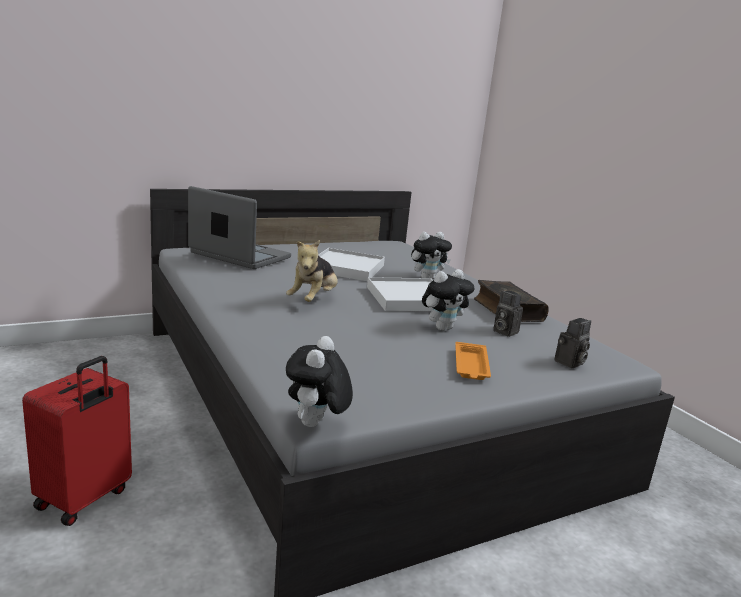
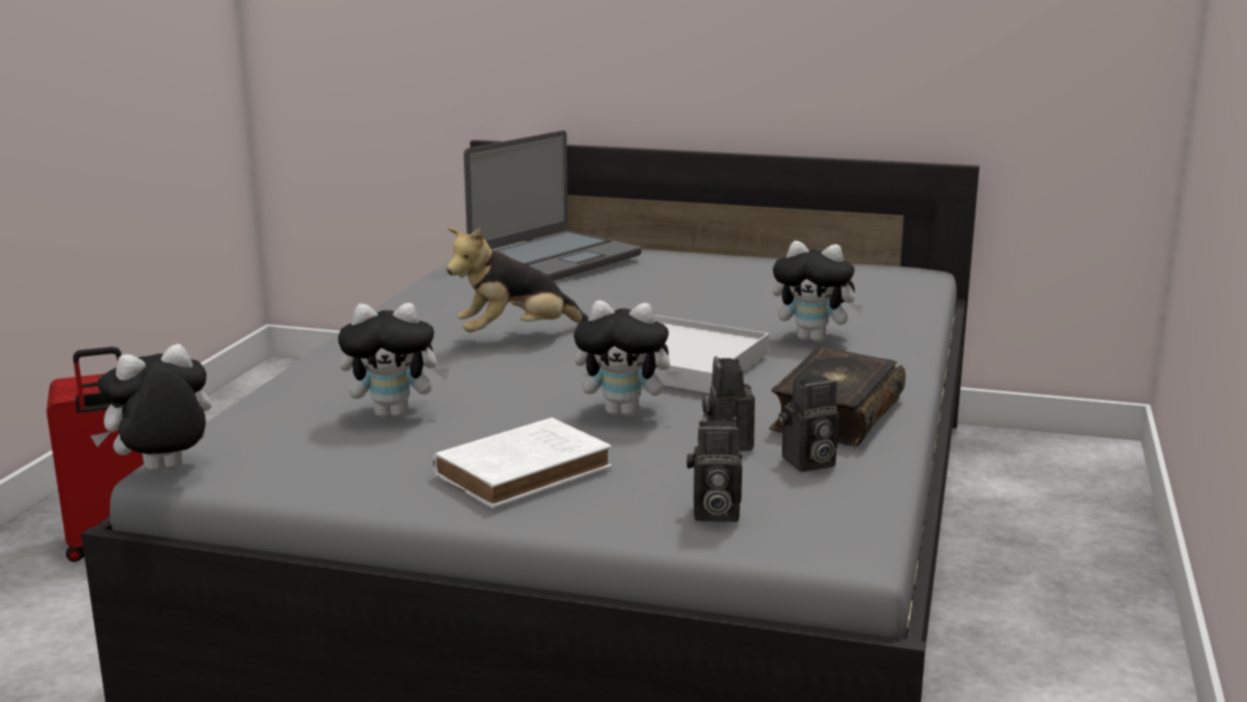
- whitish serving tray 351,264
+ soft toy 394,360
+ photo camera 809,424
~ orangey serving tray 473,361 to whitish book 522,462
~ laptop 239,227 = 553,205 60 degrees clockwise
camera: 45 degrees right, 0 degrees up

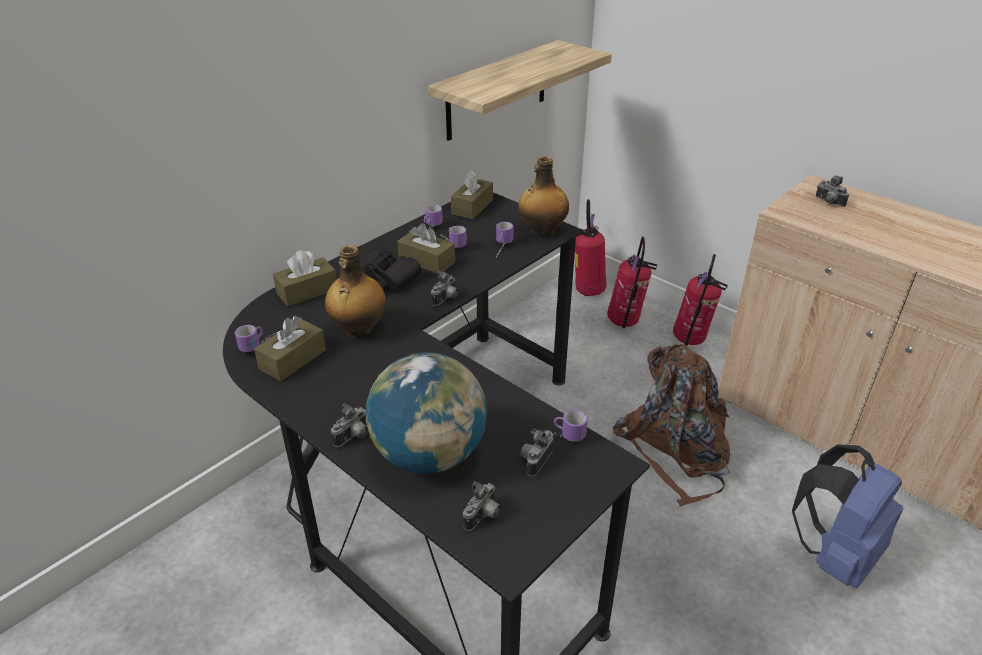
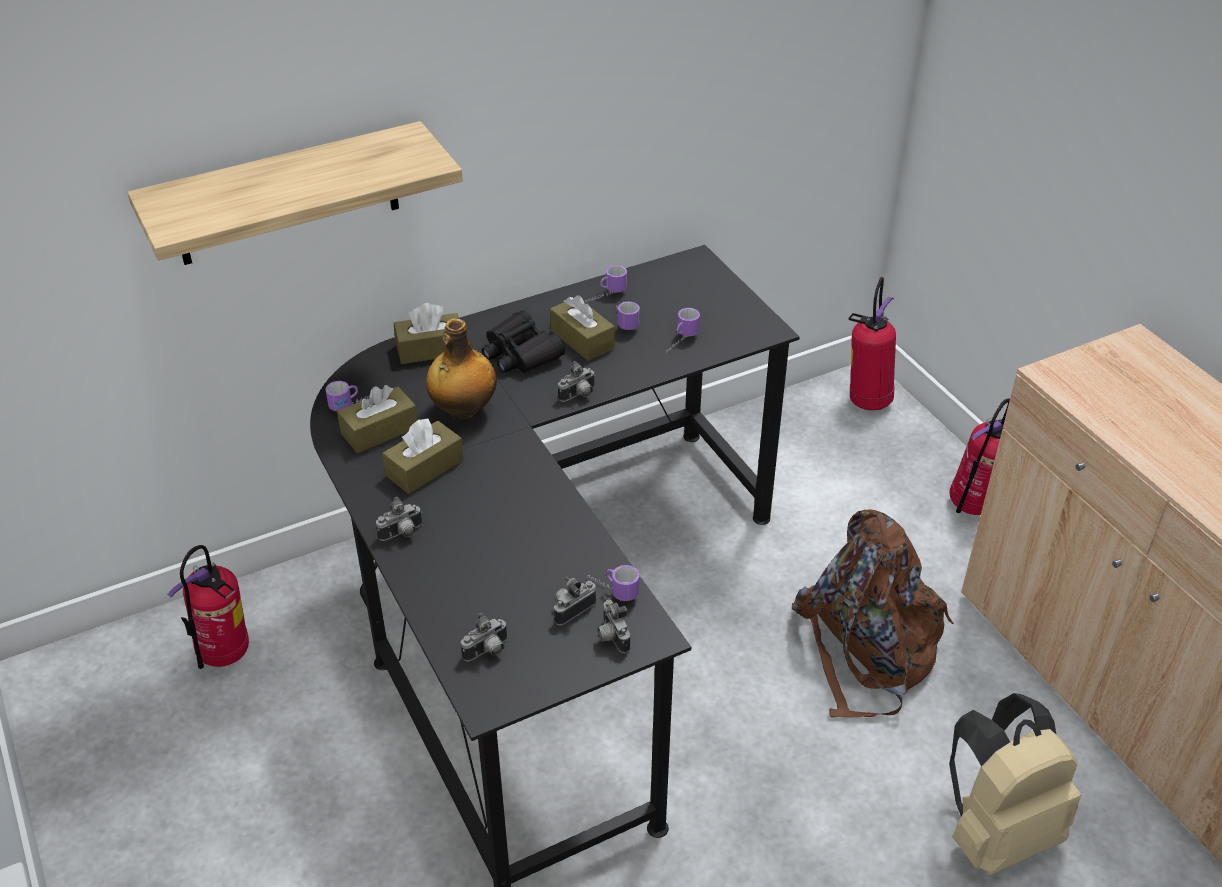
- world globe 426,413
- beverage bottle 543,196
~ bracket shelf 520,90 to 295,193
~ brown tissue box 472,194 to 423,456
~ fire-fighting cylinder 632,282 to 208,607
~ photo camera 832,191 to 613,626
~ bluish backpack 847,516 to beige-coloured backpack 1015,784
camera: 20 degrees right, 5 degrees up

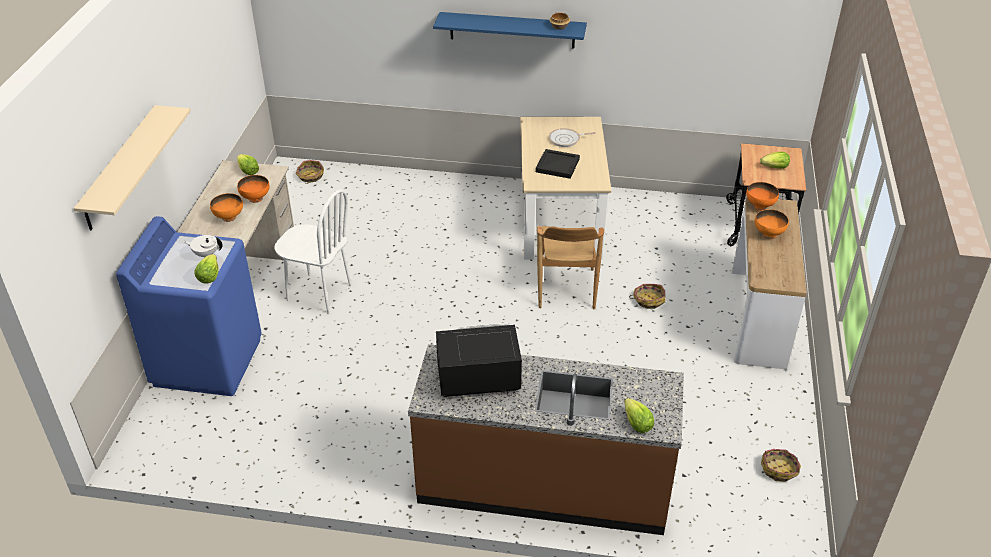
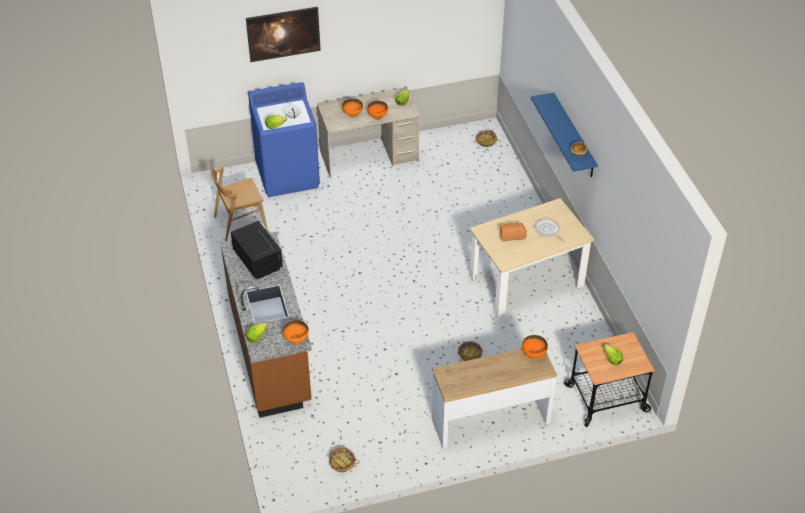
- whitish chair 313,251
~ brown chair 570,267 to 239,204
~ orangey serving bowl 772,224 to 296,332
~ beige-coloured bracket shelf 132,167 to picture 283,34
~ black serving tray 558,164 to bakery bread 513,232
camera: 65 degrees right, 5 degrees up

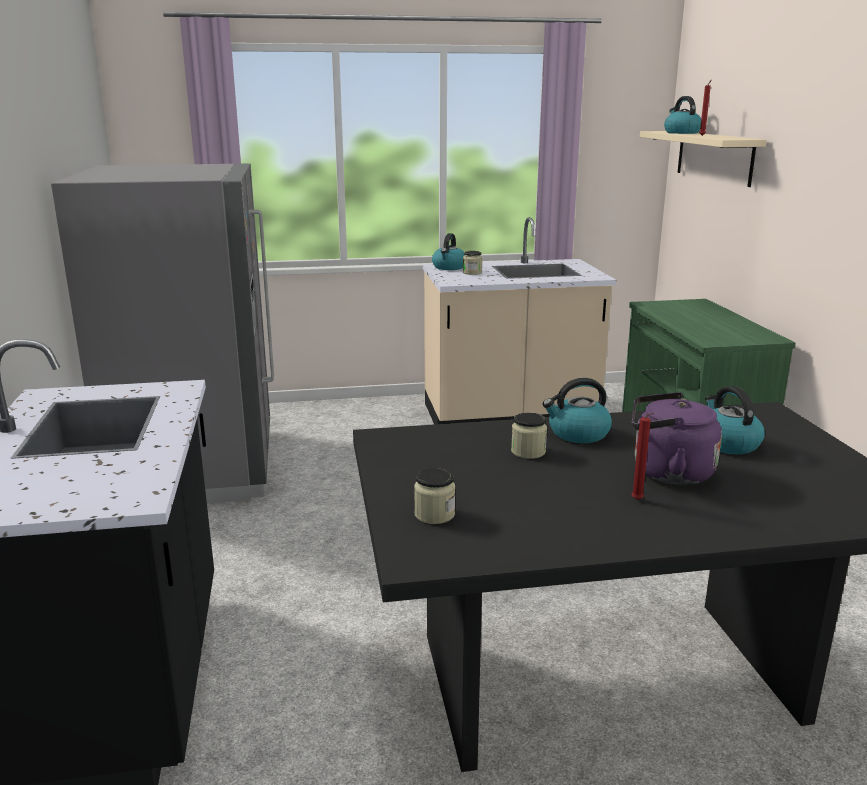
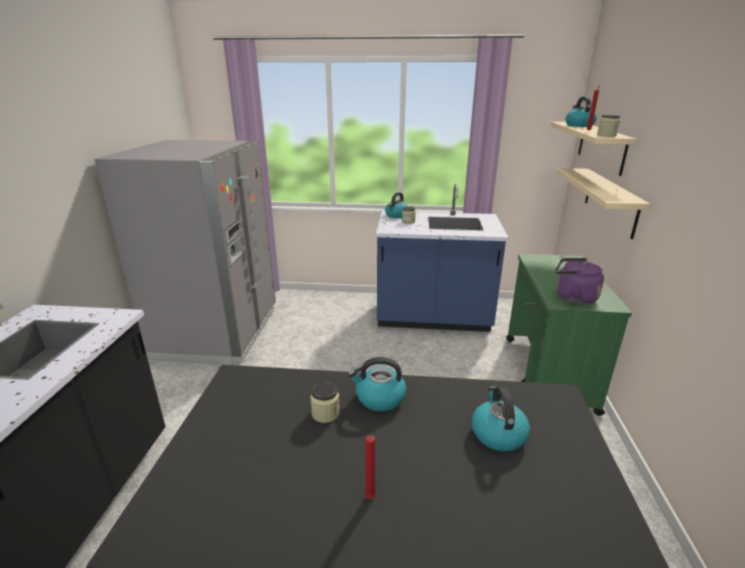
+ beige-coloured bracket shelf 603,203
~ jar 434,496 to 608,125
~ purple-coloured tea kettle 677,438 to 580,281
~ beige-coloured kitchen counter 520,320 to bluish kitchen counter 442,258
camera: 15 degrees right, 5 degrees up

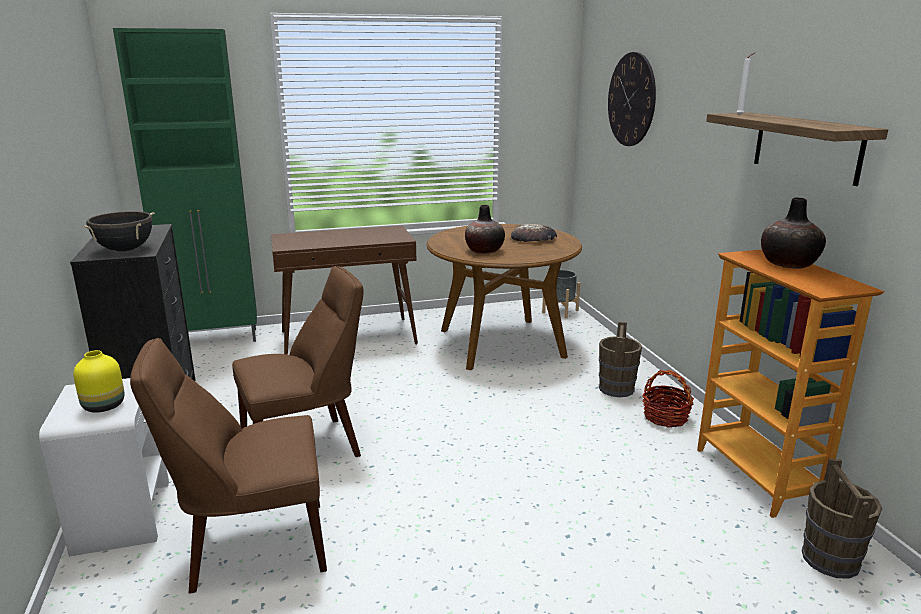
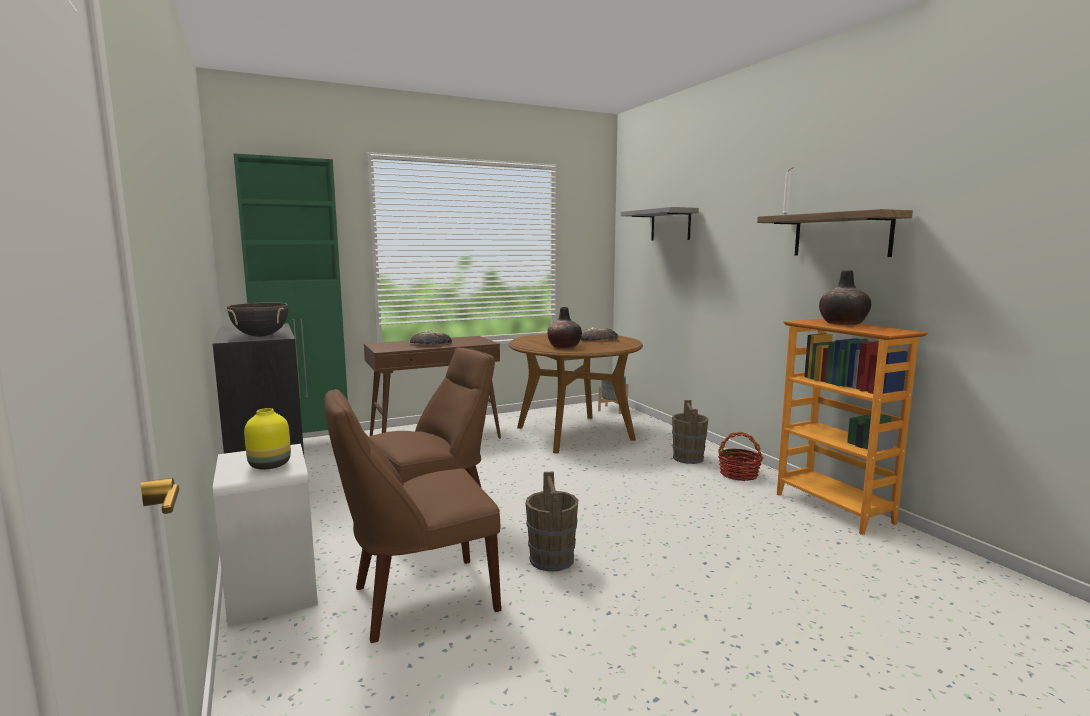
+ bakery bread 431,337
~ brown pail 842,519 to 551,521
~ wall clock 632,99 to greyish bracket shelf 660,223
camera: 10 degrees left, 10 degrees down

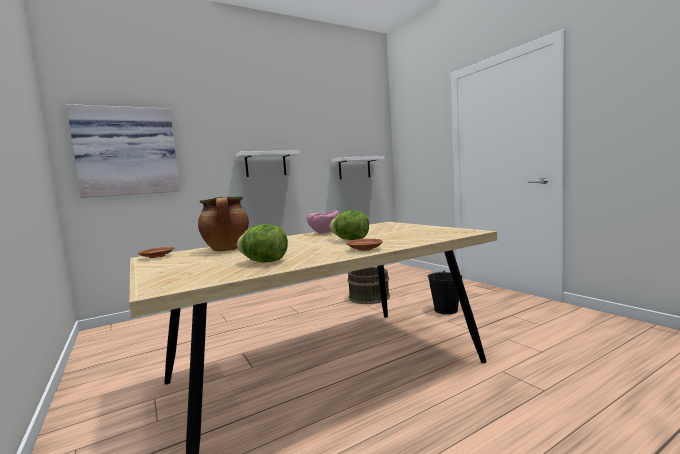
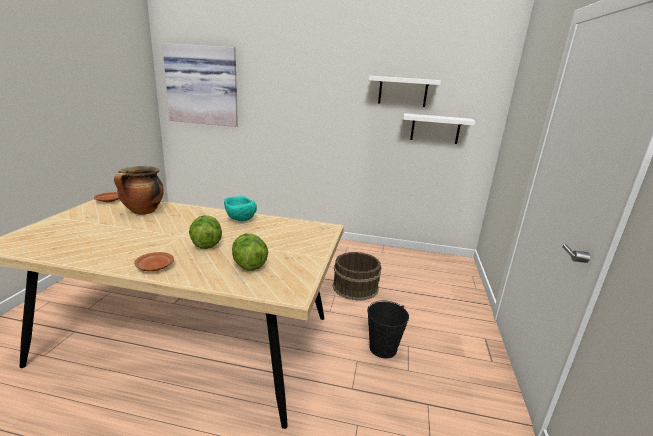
~ whitish bracket shelf 268,163 to 405,91
~ lettuce head 262,243 to 250,252
~ pinkish serving bowl 322,222 to turquoise serving bowl 240,208
camera: 40 degrees right, 15 degrees up

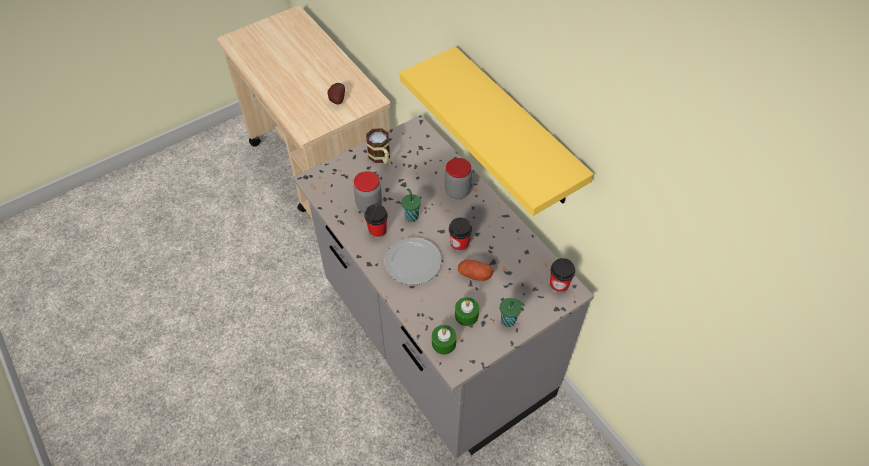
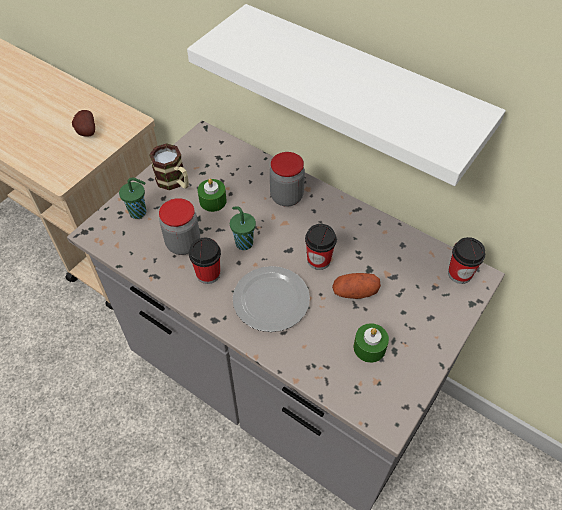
~ green-coloured wax light 444,340 to 212,195
~ green-coloured cup 512,312 to 132,198
~ yellow bracket shelf 497,131 to whitish bracket shelf 346,95
camera: 20 degrees left, 0 degrees up

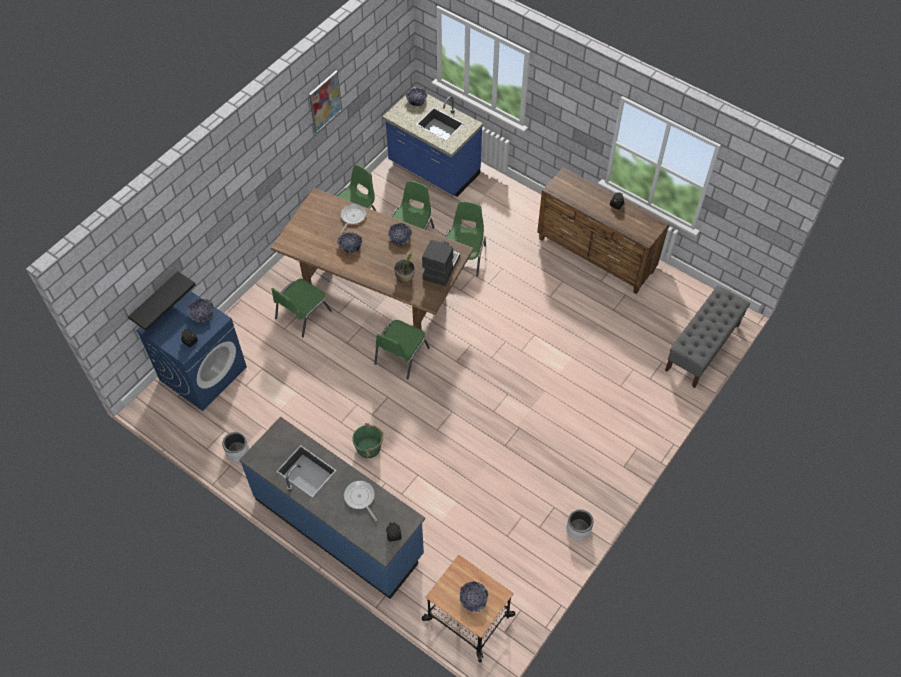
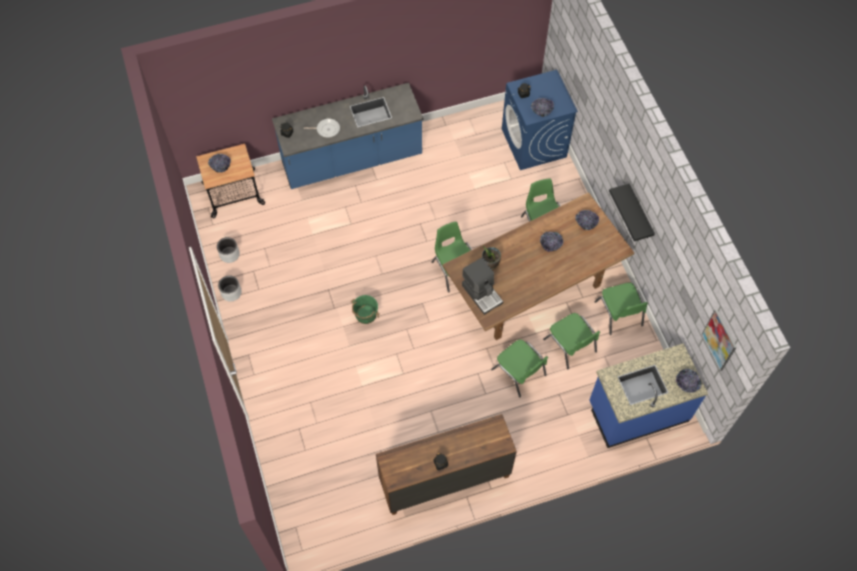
- skillet 353,219
- greyish long seat 707,337
~ black bracket shelf 162,301 to 632,212
~ greyish planter 236,447 to 228,250
~ picture 325,102 to 719,340
~ green-coloured pail 368,441 to 365,309
~ serving bowl 400,234 to 587,220
camera: 125 degrees right, 5 degrees up

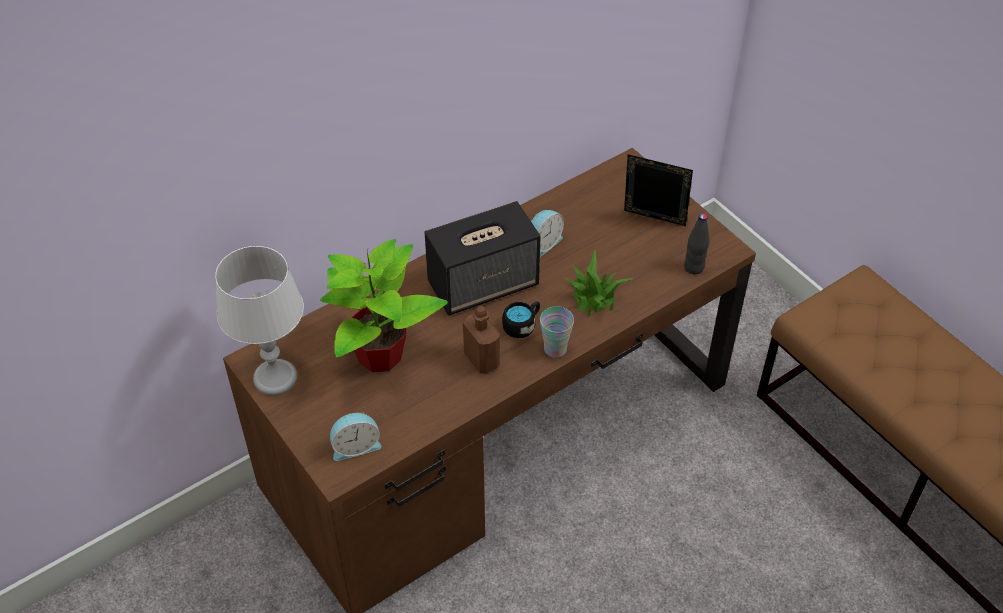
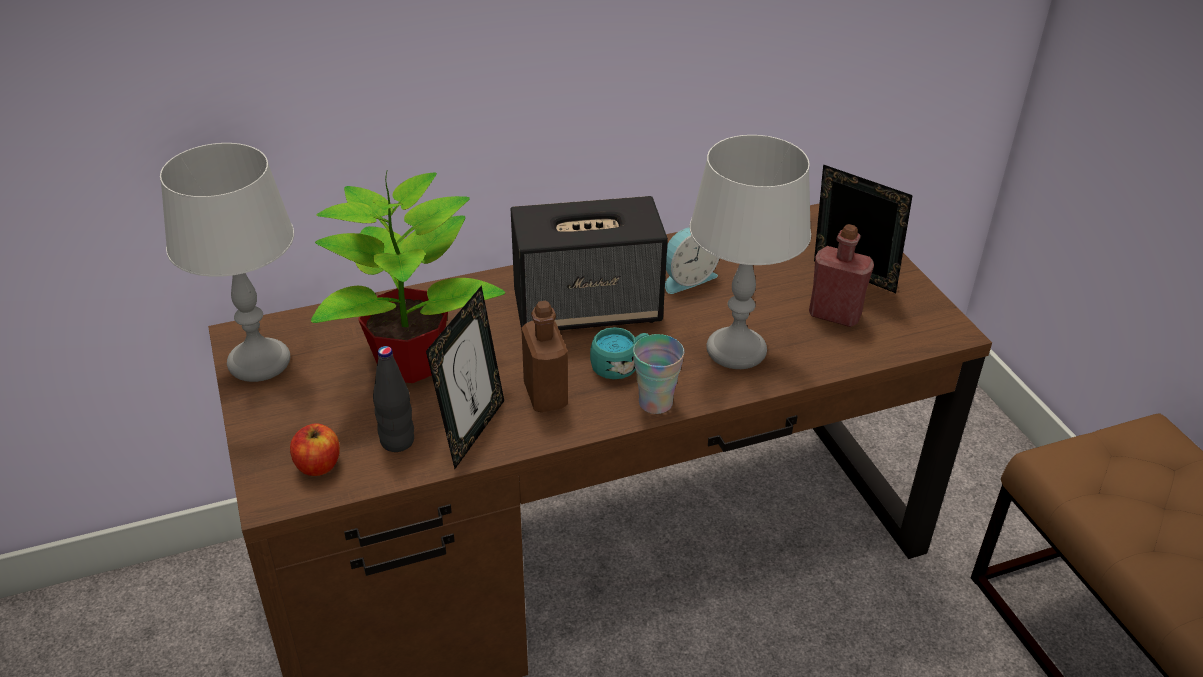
+ picture frame 465,377
+ reddish beverage bottle 841,275
~ black beverage bottle 697,244 to 393,399
~ table clock 356,436 to whole apple 315,450
~ houseplant 599,283 to greyish tabletop lamp 750,252
~ black coffee mug 521,319 to turquoise coffee mug 619,353
camera: 15 degrees right, 10 degrees down

